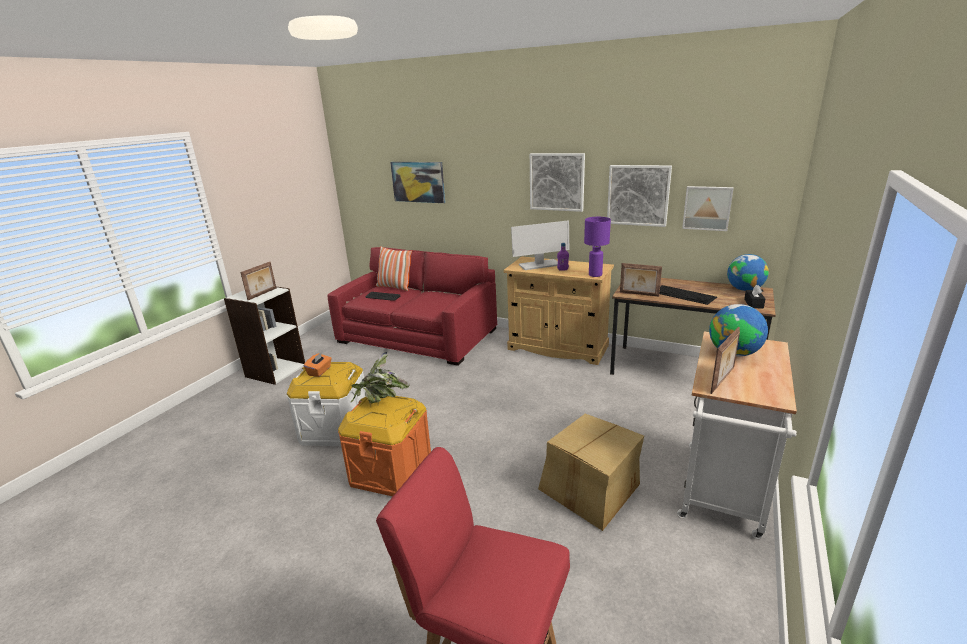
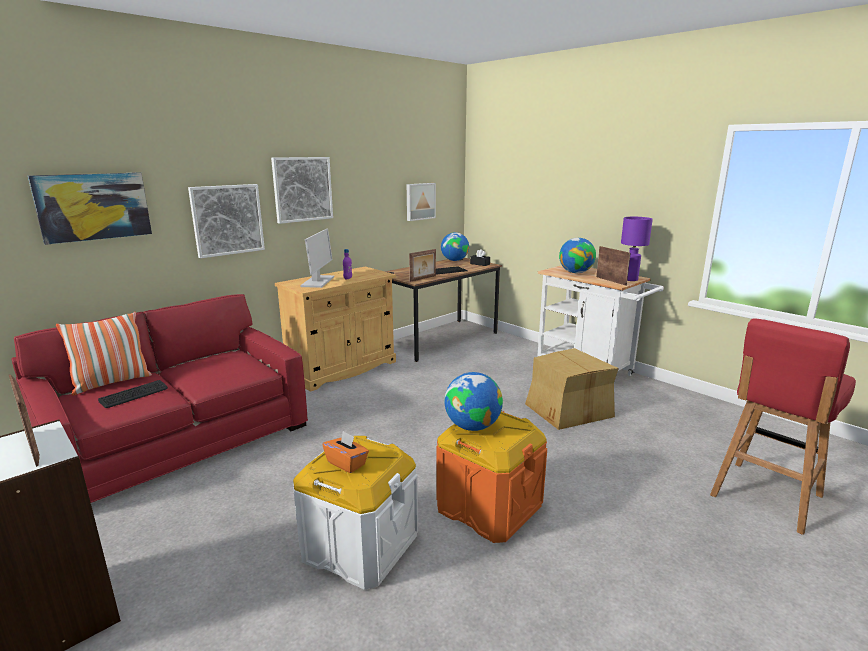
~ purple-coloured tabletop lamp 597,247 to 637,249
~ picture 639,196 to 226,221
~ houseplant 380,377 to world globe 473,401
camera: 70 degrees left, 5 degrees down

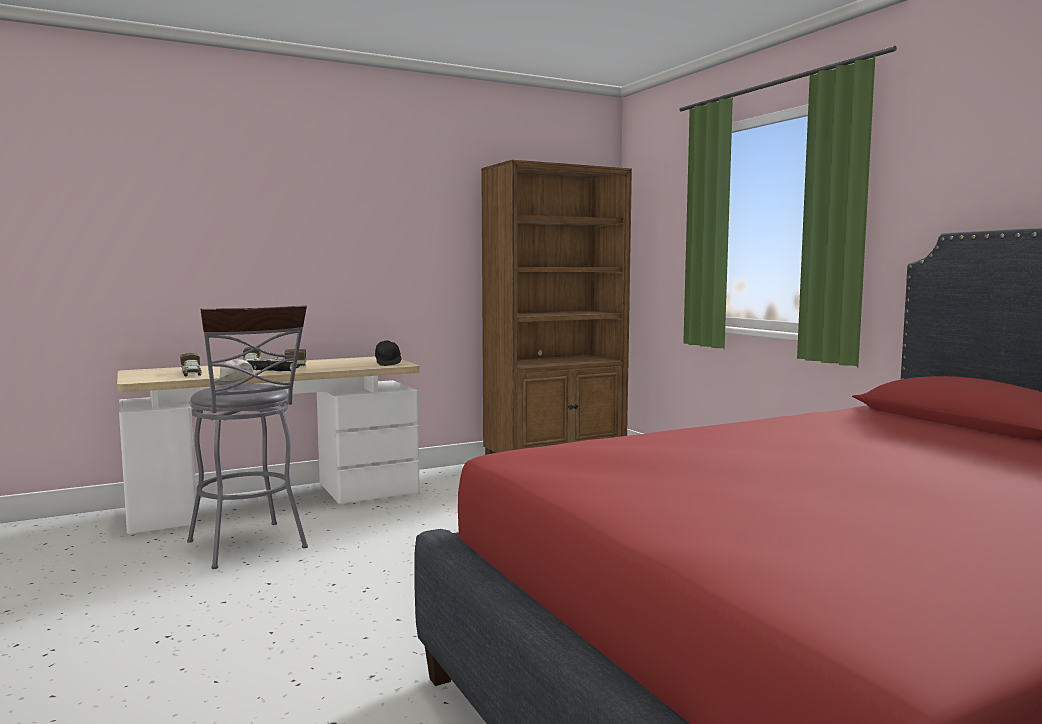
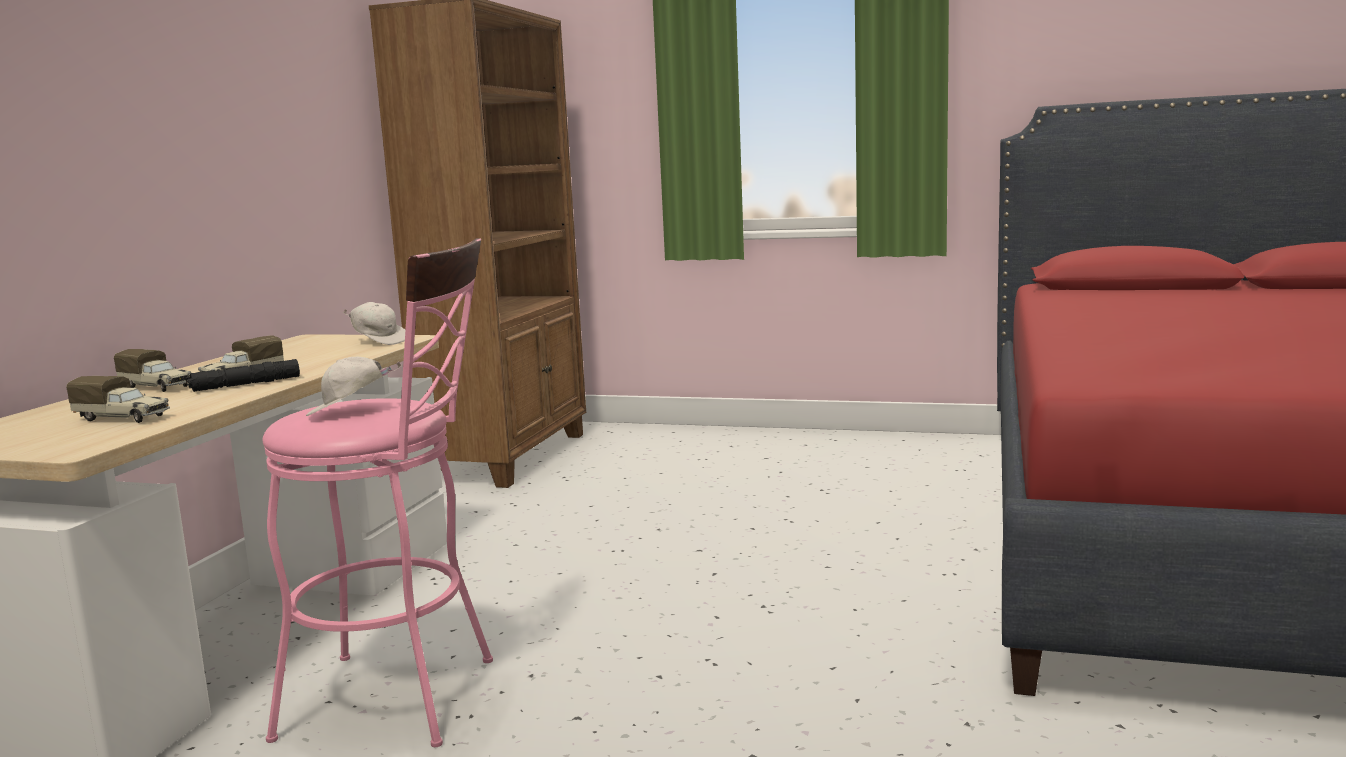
~ greyish stool seat 247,437 to pinkish stool seat 377,492
~ black baseball cap 388,353 to whitish baseball cap 374,323
camera: 45 degrees left, 5 degrees up

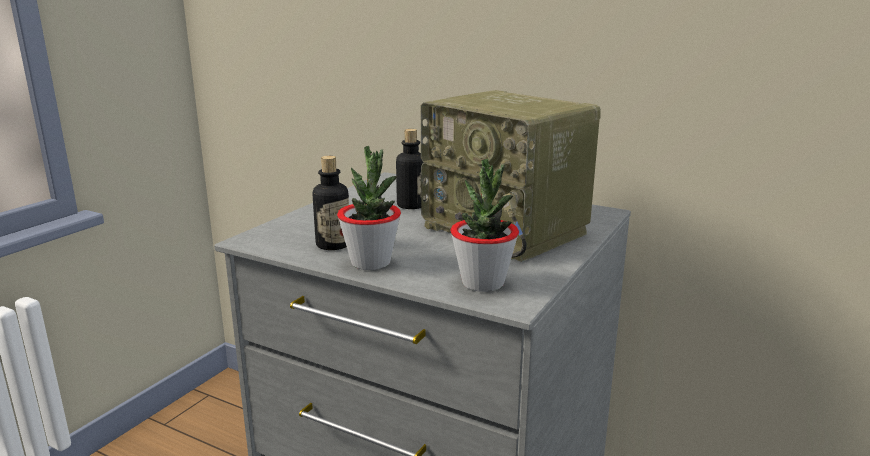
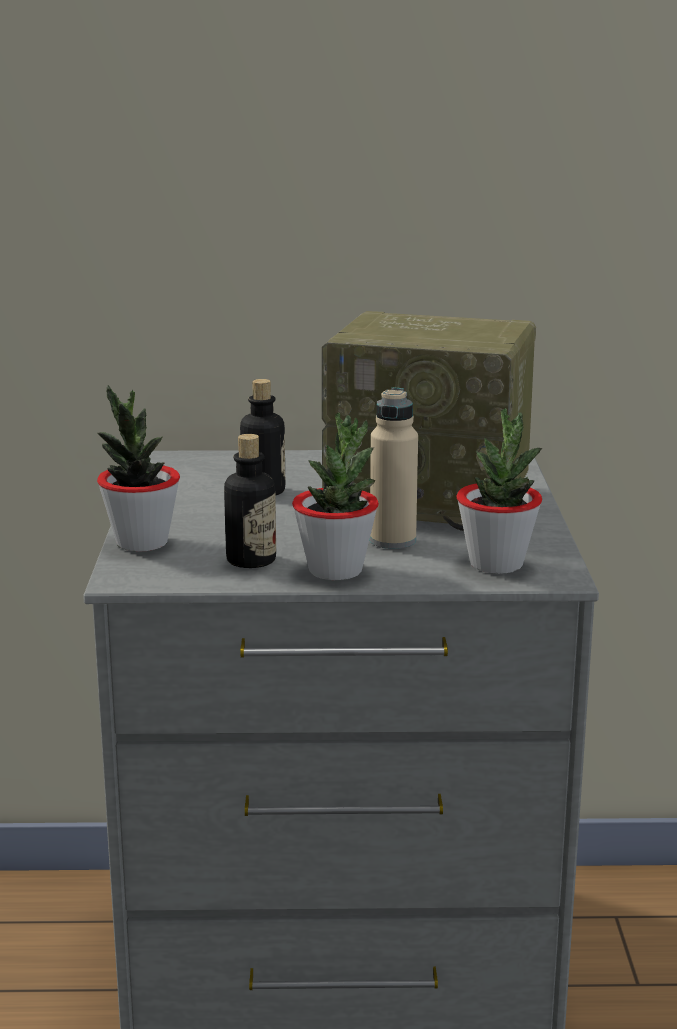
+ houseplant 138,468
+ beige-coloured beverage bottle 394,468
camera: 30 degrees left, 0 degrees up

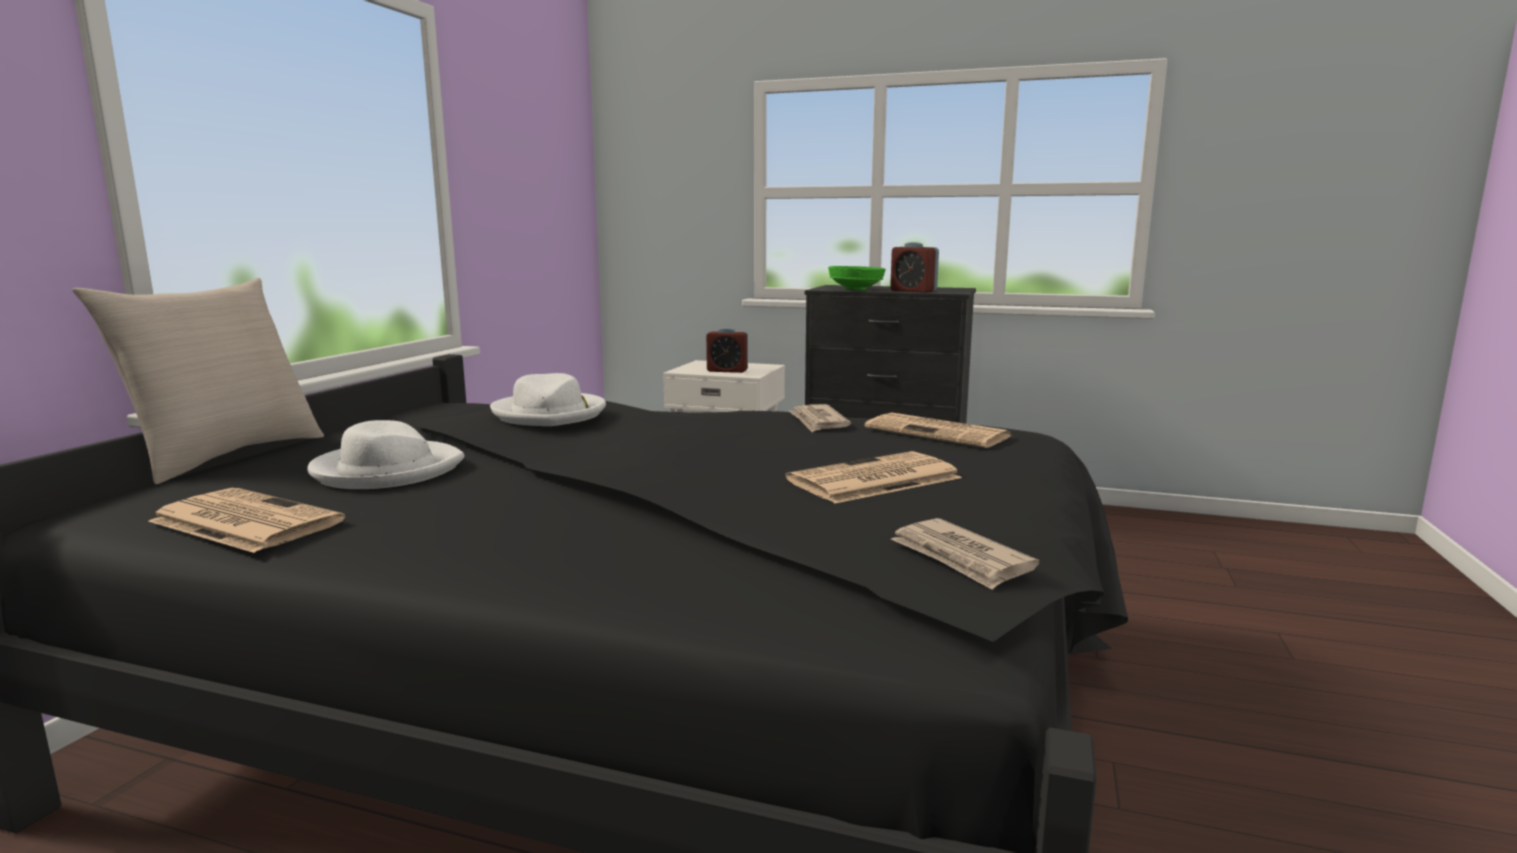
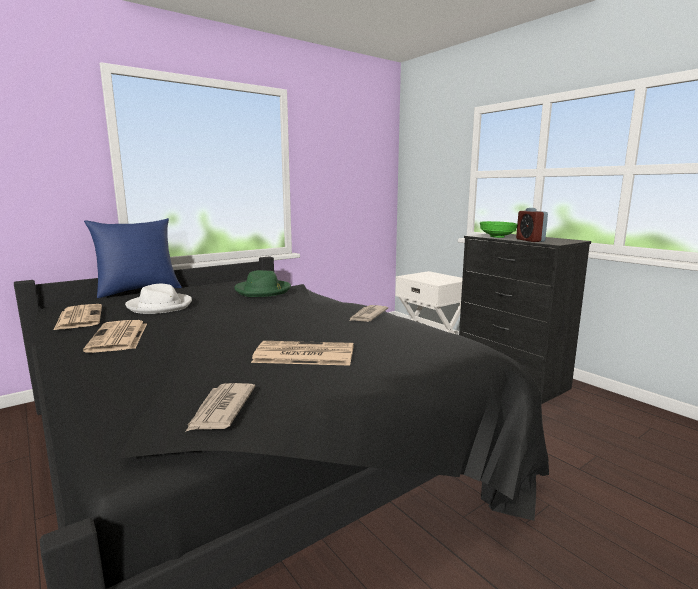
- table clock 727,350
~ daily paper 938,430 to 115,336
~ beige-coloured cushion 198,381 to bluish cushion 133,258
~ whitish wearable hat 548,399 to green-coloured wearable hat 262,283
camera: 35 degrees right, 0 degrees up

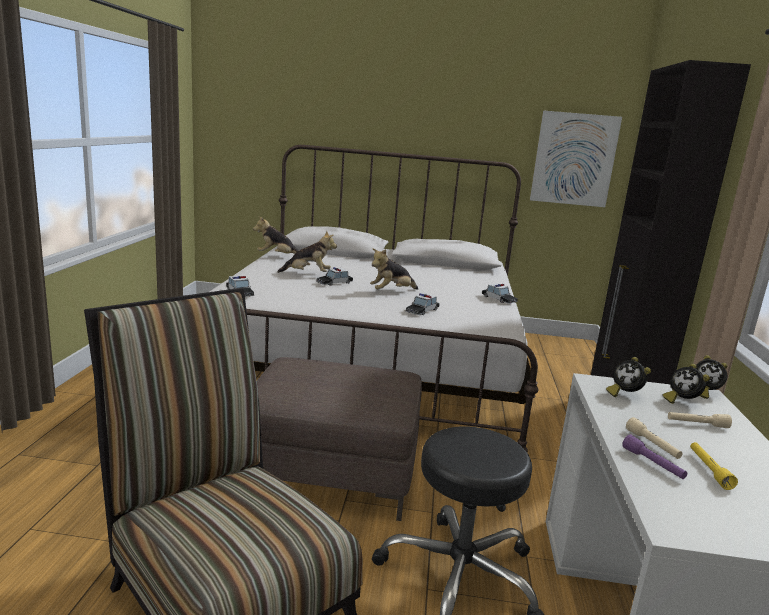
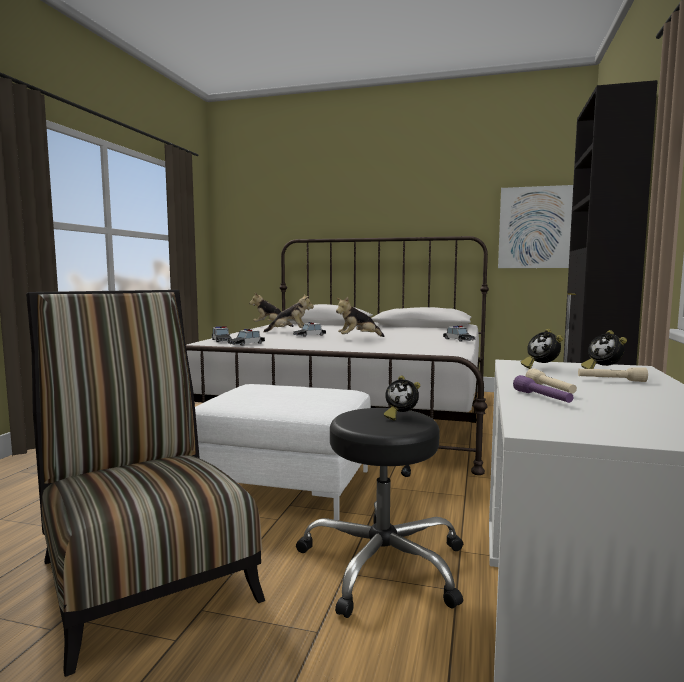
- yellow torch 714,466
~ toy car 422,304 to 246,337
~ table clock 711,377 to 402,398
~ brown ottoman 339,439 to whitish ottoman 283,452
camera: 10 degrees right, 10 degrees down

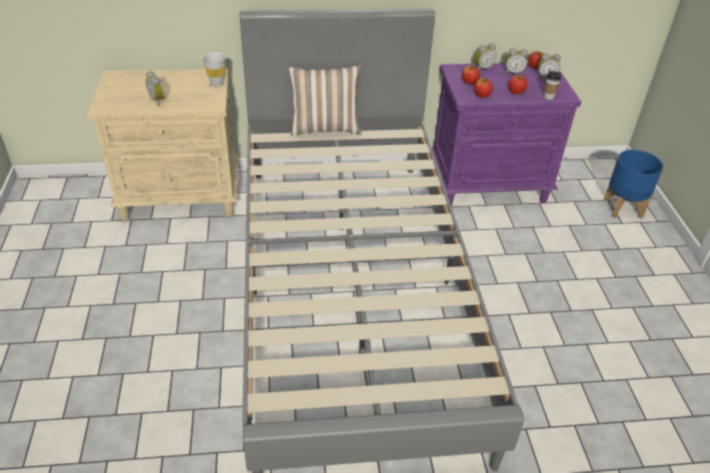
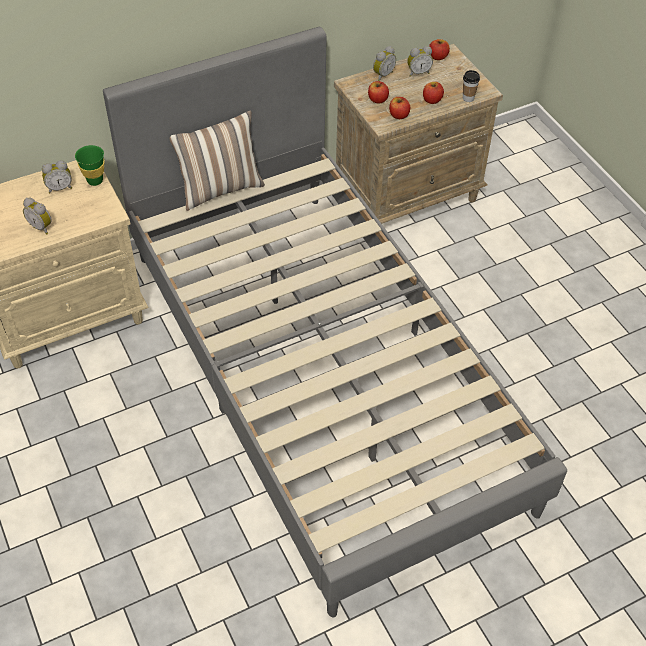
- bluish planter 633,184
~ table clock 549,66 to 57,177
~ whitish cup 214,69 to green-coloured cup 89,165
~ purple-coloured nightstand 506,134 to beige-coloured nightstand 418,134
camera: 20 degrees left, 10 degrees up

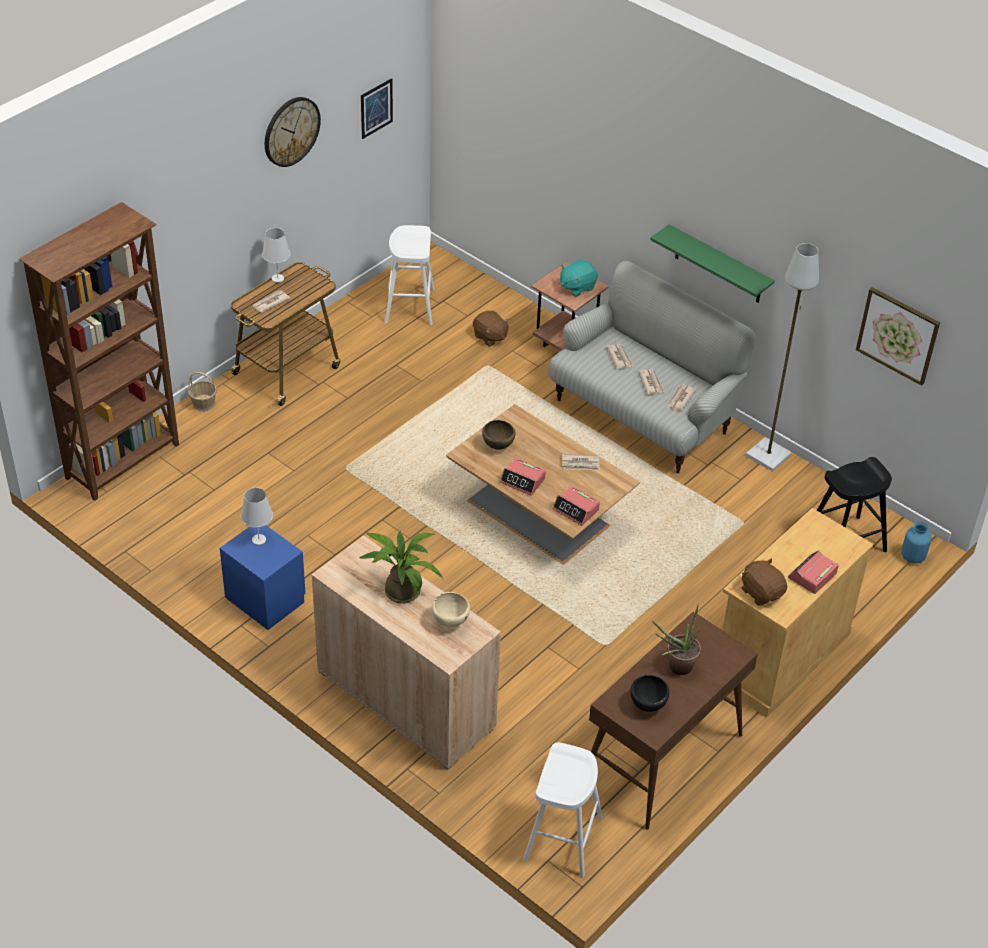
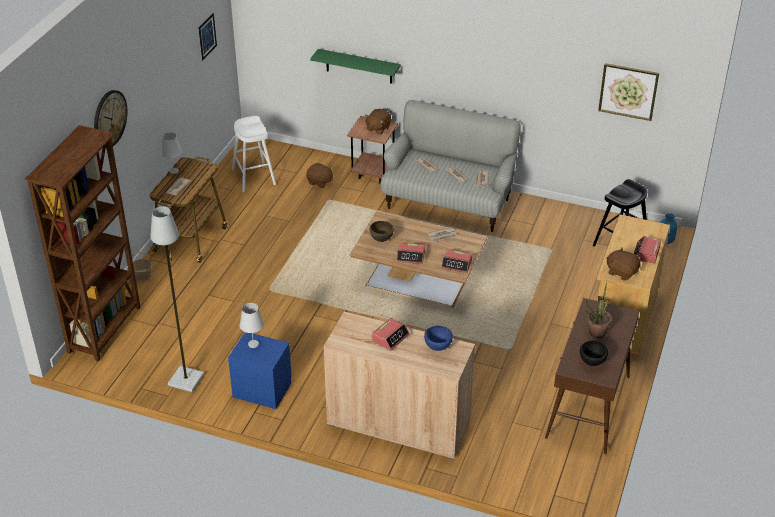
- whitish stool seat 563,810
~ wall clock 293,132 to 110,118
~ green-coloured bracket shelf 712,263 to 355,66
~ greyish standard lamp 782,357 to 177,299
~ houseplant 401,568 to table clock 391,334
~ beige-coloured serving bowl 451,609 to bluish serving bowl 438,338
~ turquoise soft toy 579,278 to brown soft toy 378,121
camera: 20 degrees left, 5 degrees down

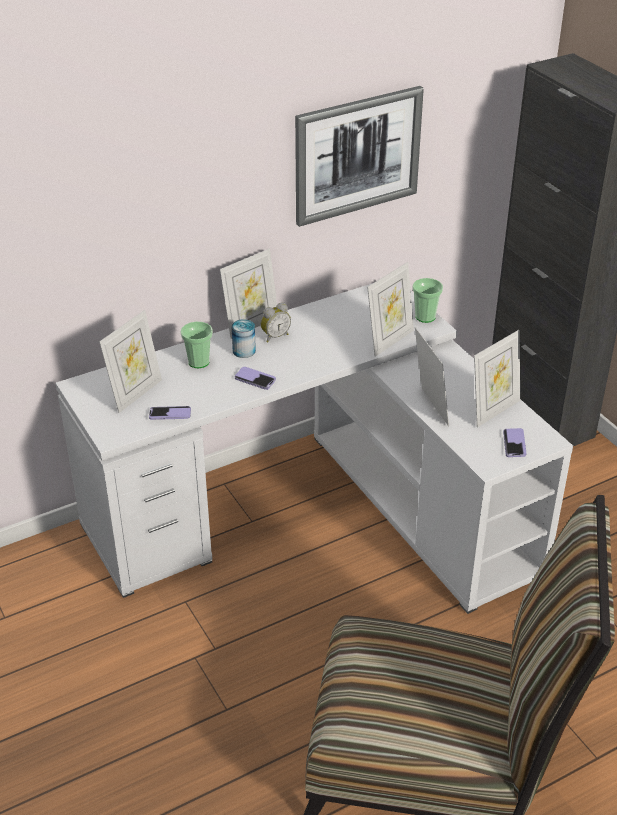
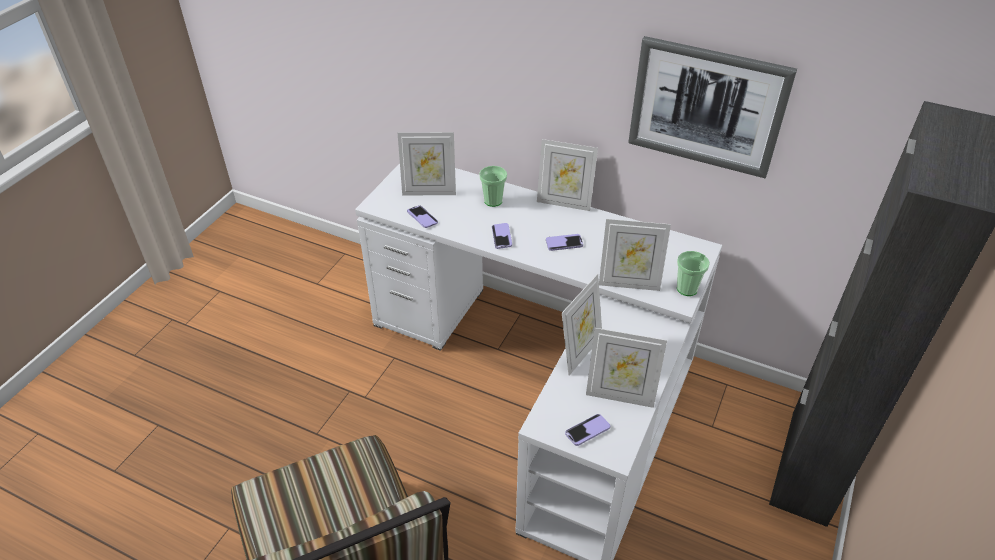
- can 244,338
- table clock 276,322
+ phone 564,242
camera: 55 degrees right, 5 degrees up

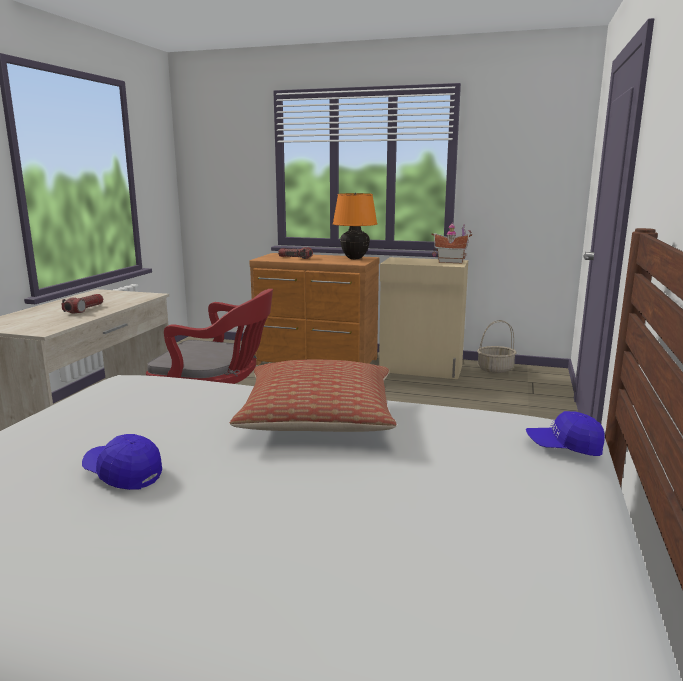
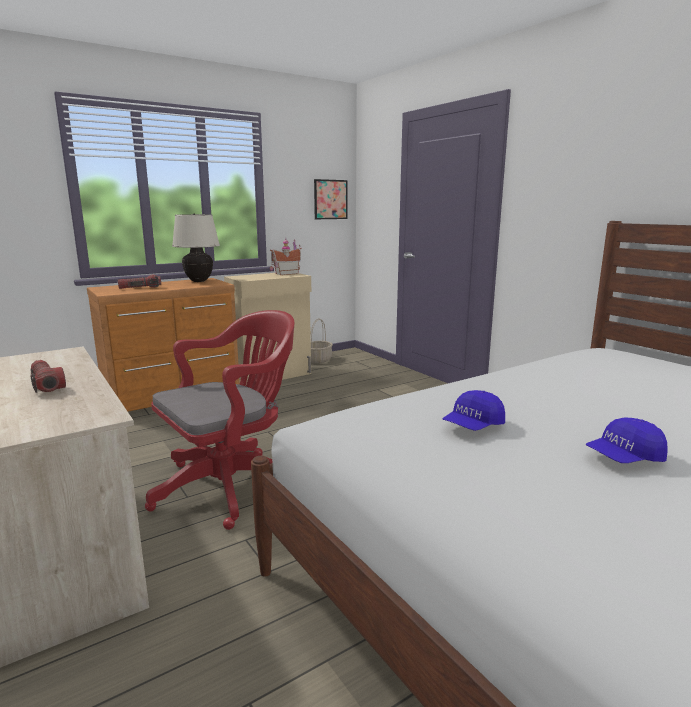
- cushion 313,395
+ picture 331,199
~ bluish baseball cap 565,433 to 474,410
~ orangey tabletop lamp 355,226 to beige-coloured tabletop lamp 196,247
camera: 50 degrees left, 0 degrees up

